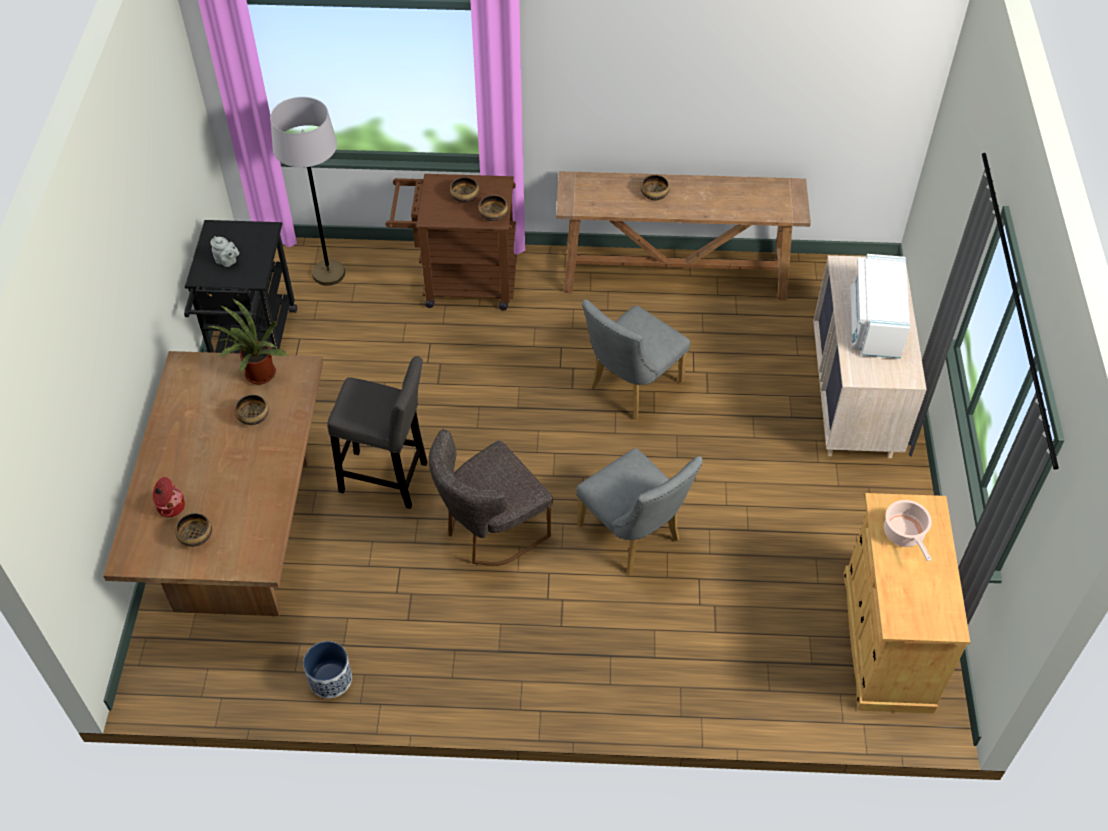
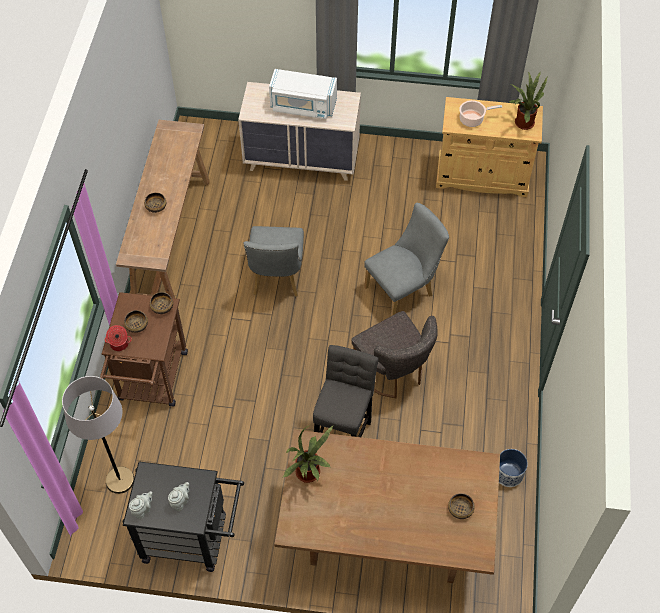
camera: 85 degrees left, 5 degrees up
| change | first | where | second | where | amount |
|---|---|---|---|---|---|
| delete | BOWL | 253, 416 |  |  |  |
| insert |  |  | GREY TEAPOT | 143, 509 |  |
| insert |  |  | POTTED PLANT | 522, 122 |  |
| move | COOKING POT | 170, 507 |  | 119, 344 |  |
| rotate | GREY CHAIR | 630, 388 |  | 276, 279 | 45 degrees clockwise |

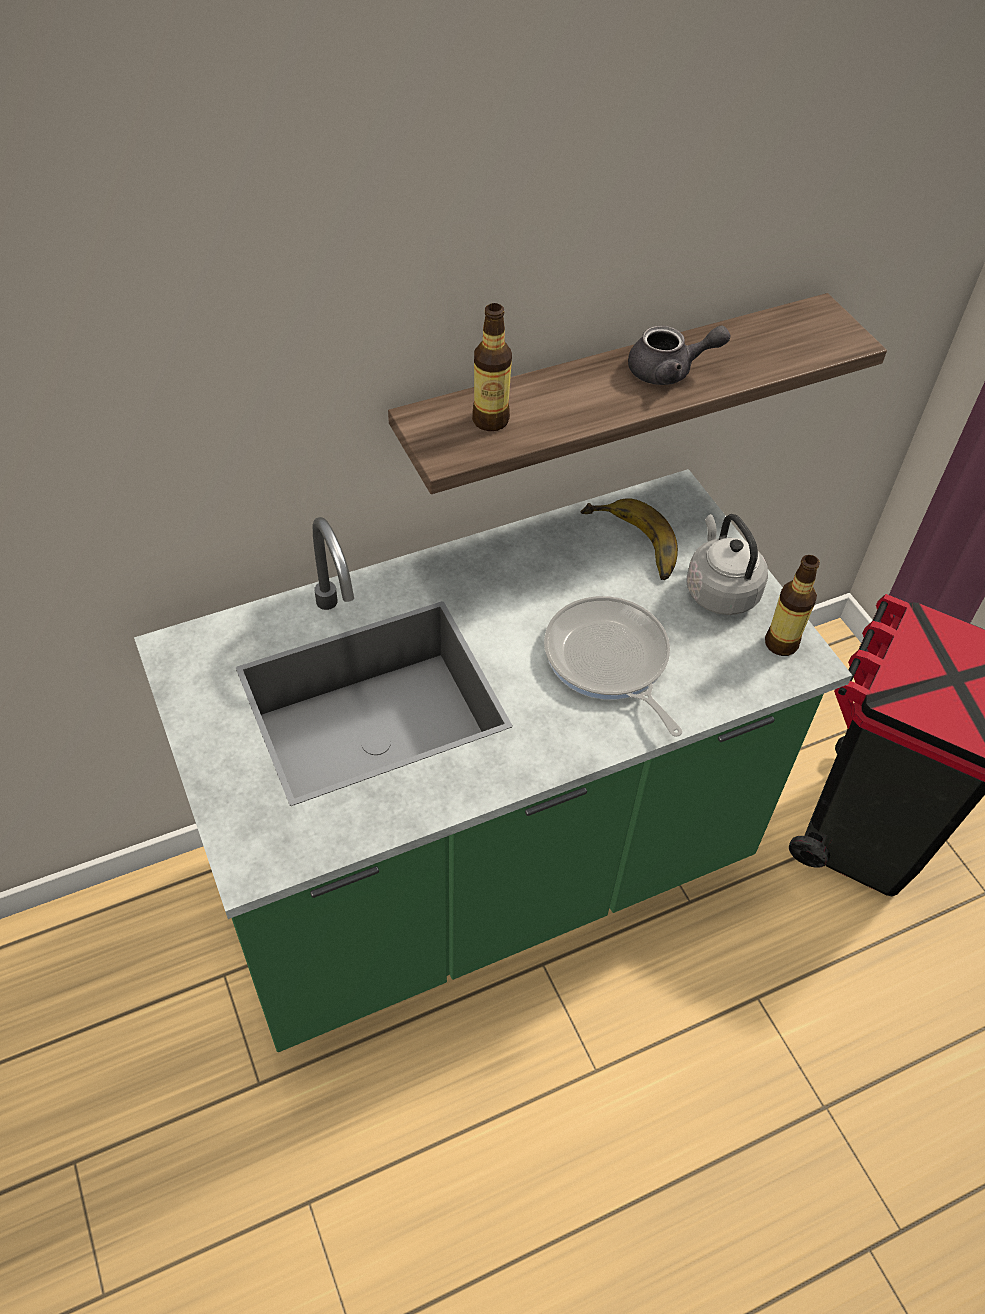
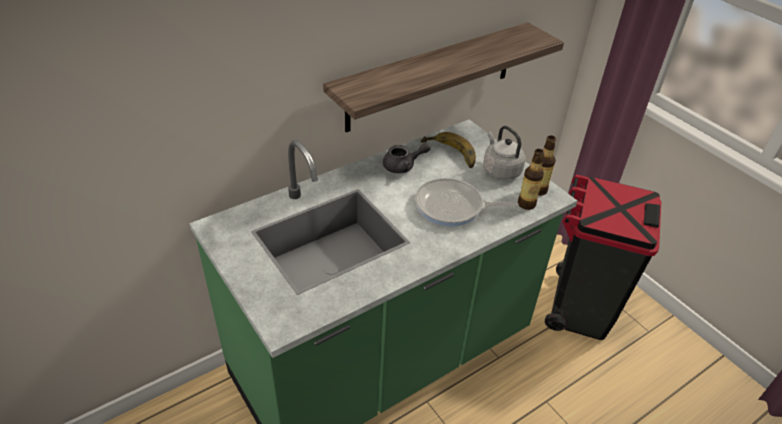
camera: 10 degrees left, 10 degrees down
| change | first | where | second | where | amount |
|---|---|---|---|---|---|
| move | BOTTLE | 490, 420 |  | 526, 204 |  |
| move | GREY TEAPOT | 669, 371 |  | 403, 166 |  |
| rotate | FRYING PAN | 609, 661 |  | 453, 207 | 45 degrees counterclockwise |

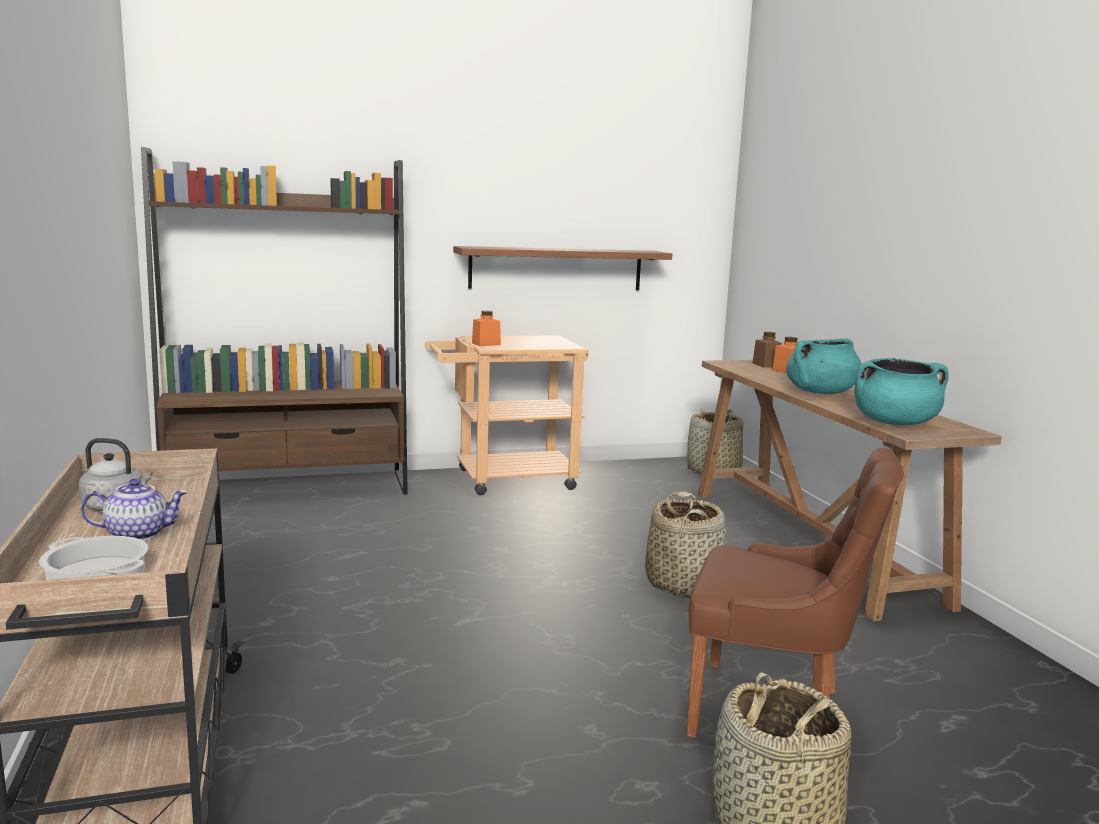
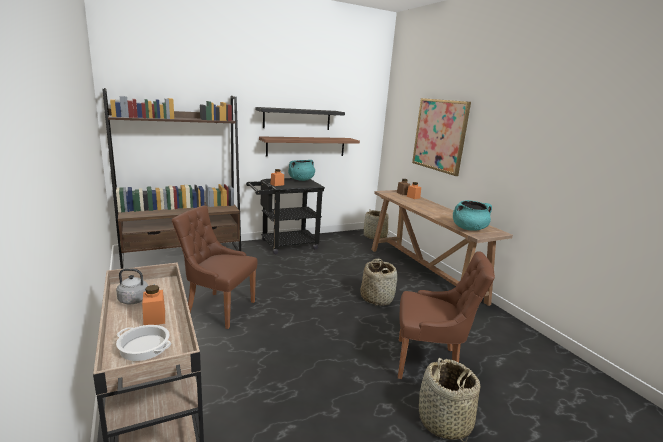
camera: 10 degrees left, 5 degrees up
| change | first | where | second | where | amount |
|---|---|---|---|---|---|
| insert |  |  | BROWN CHAIR | 218, 309 |  |
| insert |  |  | BLACK SHELF | 297, 119 |  |
| insert |  |  | PICTURE | 439, 135 |  |
| move | TURQUOISE COOKING POT | 820, 392 |  | 301, 180 |  |
| replace | TEAPOT | 138, 534 | ORANGE JAR | 154, 318 |  |
| recolor | BEIGE CART | 504, 480 | BLACK CART | 284, 245 |  |

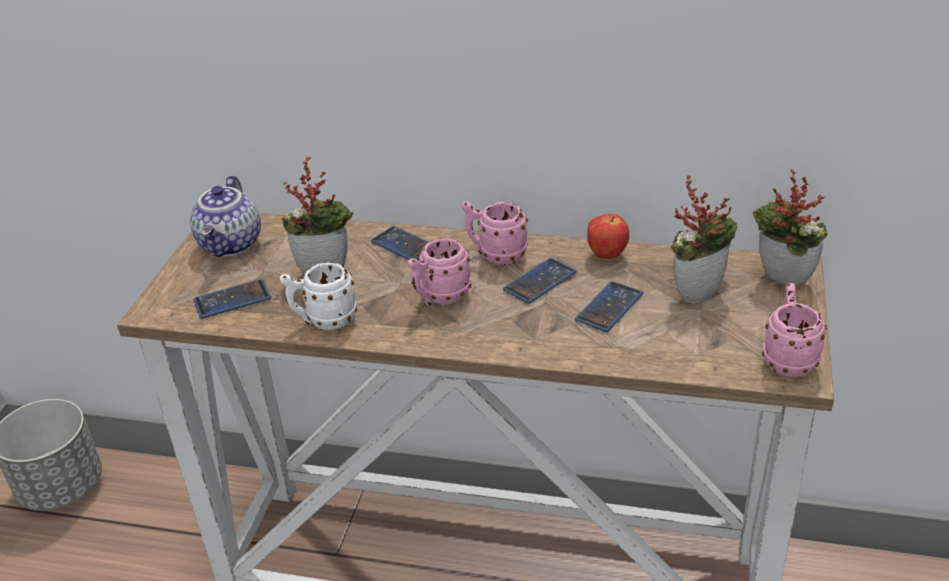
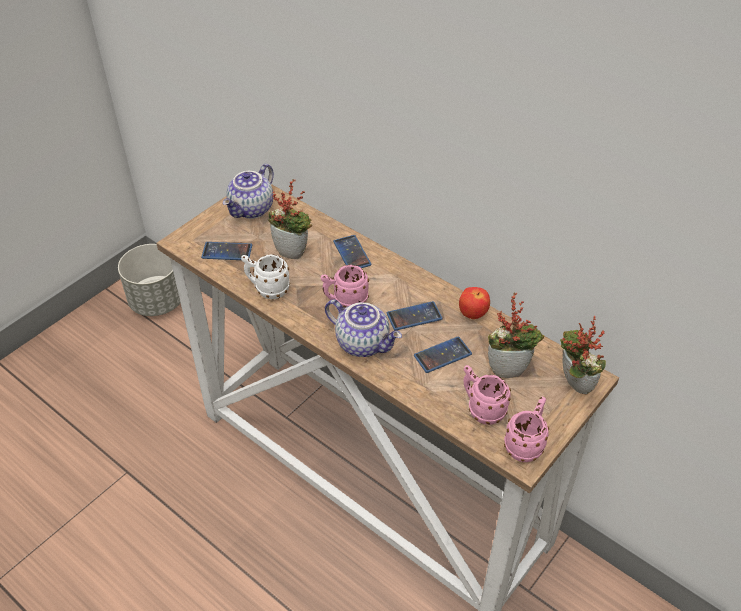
camera: 25 degrees right, 10 degrees up
| change | first | where | second | where | amount |
|---|---|---|---|---|---|
| insert |  |  | TEAPOT | 363, 343 |  |
| move | PINK MUG | 495, 255 |  | 481, 409 |  |

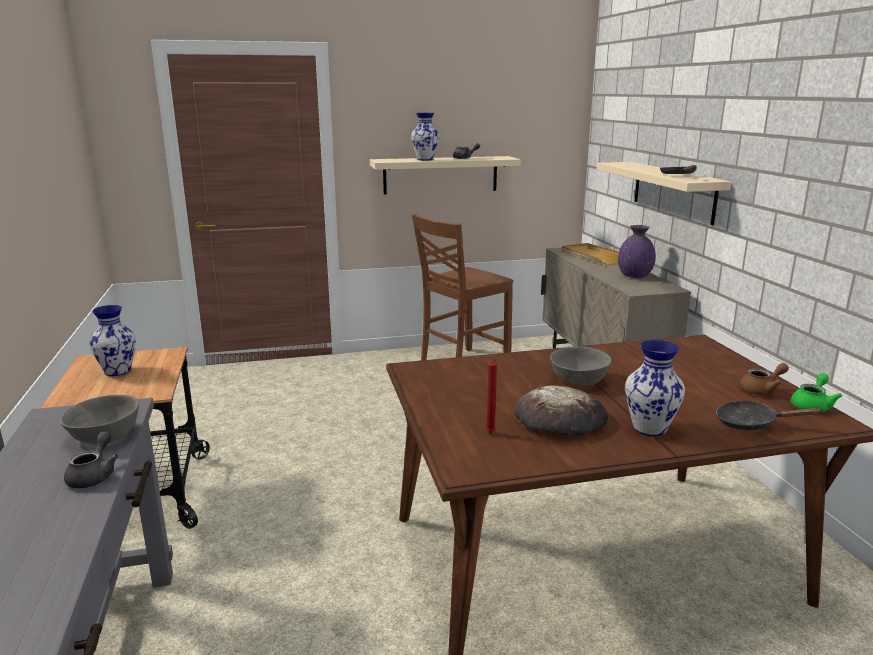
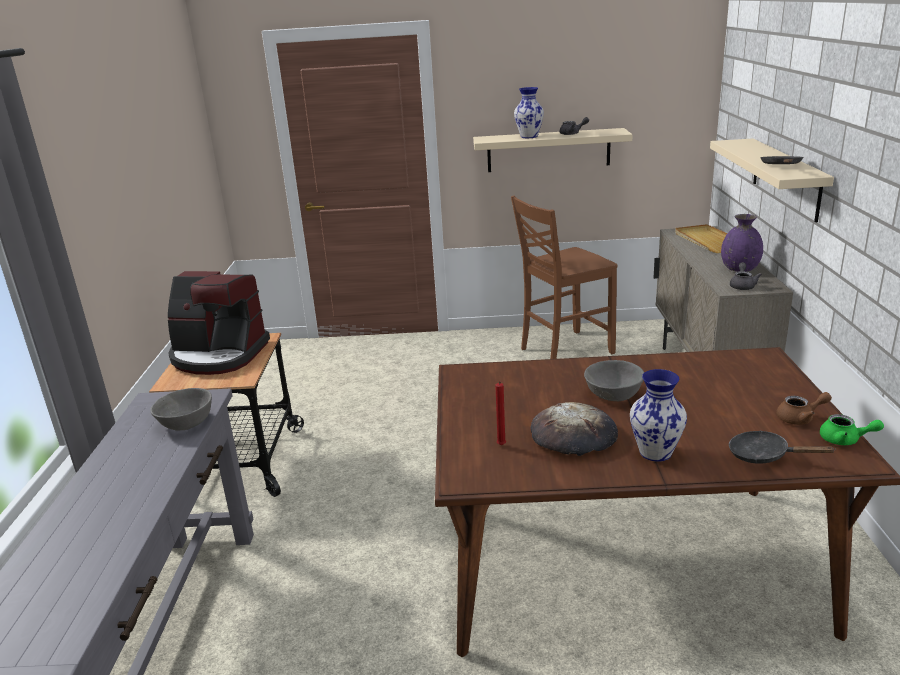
camera: 15 degrees right, 5 degrees up
| change | first | where | second | where | amount |
|---|---|---|---|---|---|
| move | GREY TEAPOT | 94, 475 |  | 742, 285 |  |
| replace | VASE | 118, 371 | COFFEE MACHINE | 219, 355 |  |
| rotate | GREEN TEAPOT | 812, 405 |  | 845, 440 | 60 degrees clockwise |

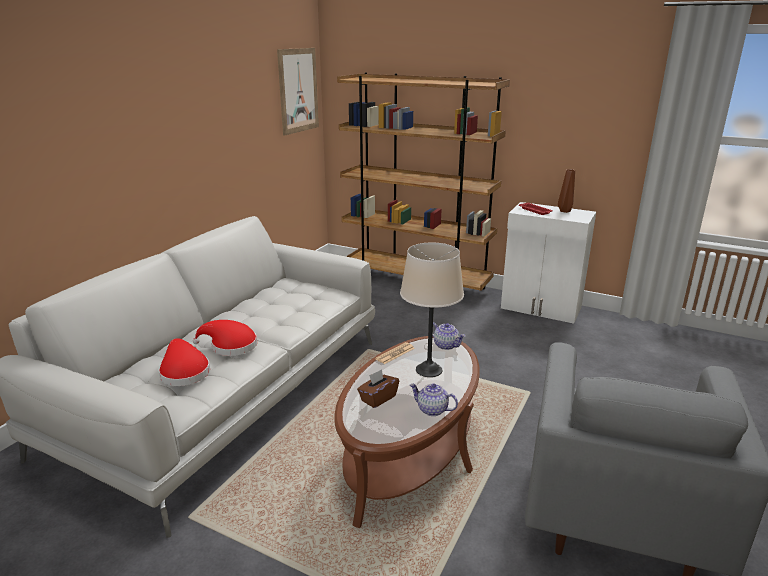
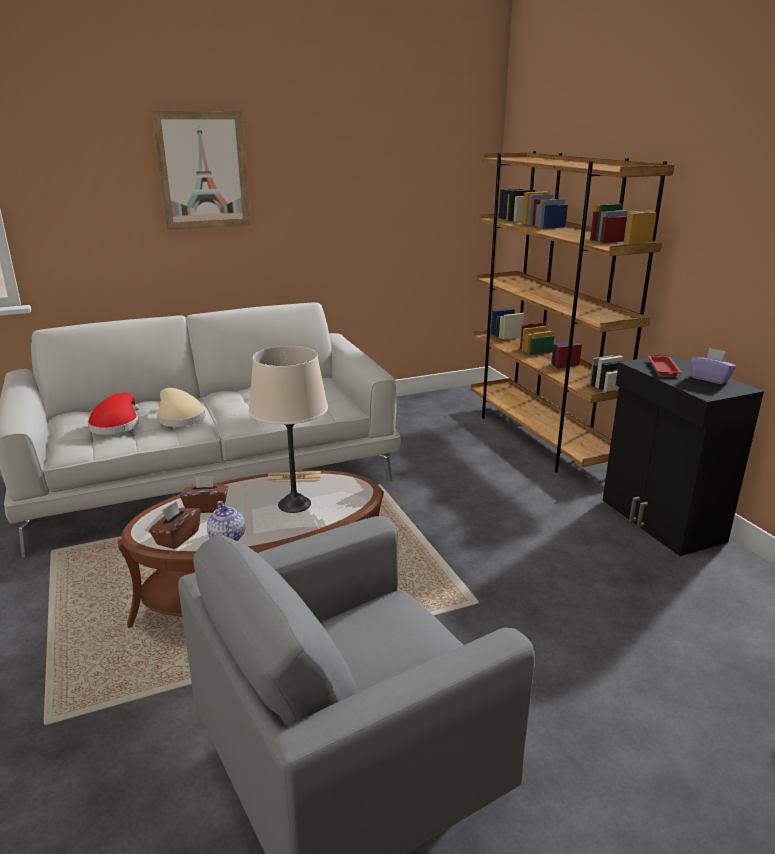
camera: 40 degrees right, 0 degrees up
| change | first | where | second | where | amount |
|---|---|---|---|---|---|
| delete | TEAPOT | 446, 345 |  |  |  |
| insert |  |  | BROWN TISSUE BOX | 177, 537 |  |
| move | PICTURE | 298, 90 |  | 203, 171 |  |
| replace | BROWN VASE | 564, 211 | PURPLE TISSUE BOX | 710, 378 |  |
| recolor | RED HAT | 230, 346 | BEIGE HAT | 179, 418 |  |
| recolor | WHITE CABINET | 541, 308 | BLACK CABINET | 661, 521 |  |

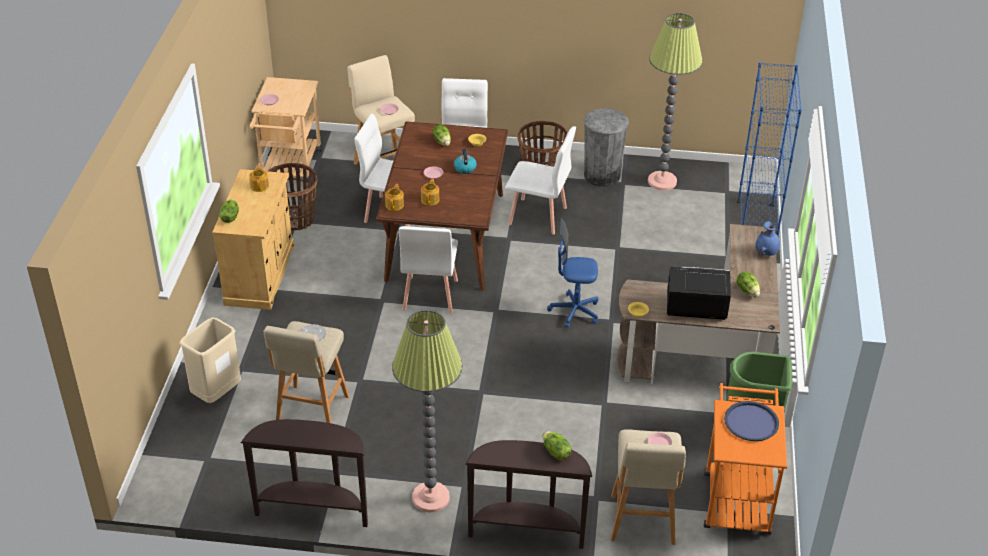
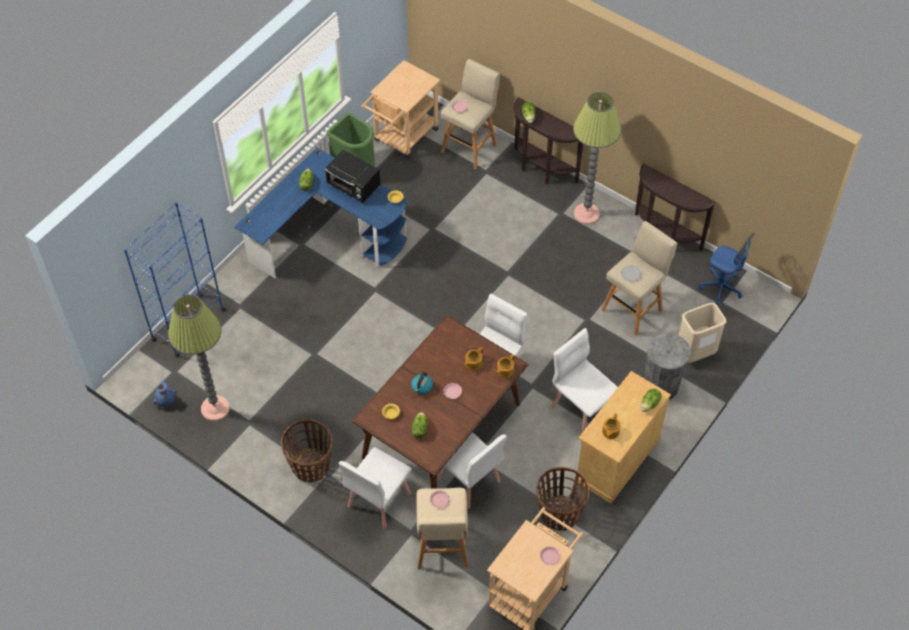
camera: 150 degrees left, 15 degrees up
| change | first | where | second | where | amount |
|---|---|---|---|---|---|
| delete | BLUE TRAY | 751, 422 |  |  |  |
| move | WHITE CHAIR | 538, 216 |  | 582, 408 |  |
| move | BLUE OFFICE CHAIR | 574, 312 |  | 721, 287 |  |
| move | GREY TRASH CAN | 602, 175 |  | 660, 385 |  |
| move | BLUE VASE | 766, 253 |  | 165, 401 |  |
| recolor | BROWN DESK | 709, 350 | BLUE DESK | 328, 236 |  |
| recolor | ORANGE CART | 736, 496 | BEIGE CART | 402, 138 |  |

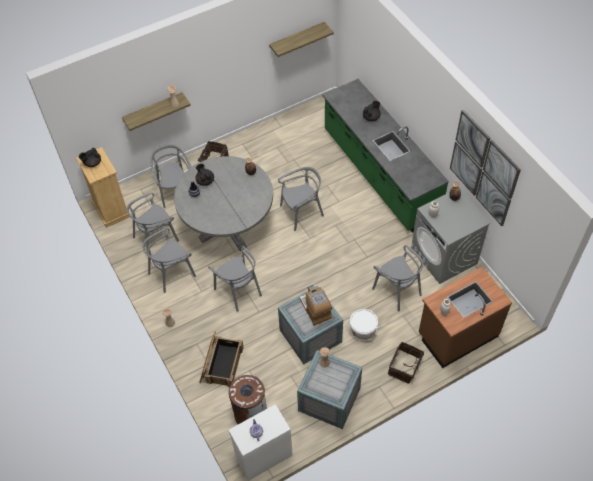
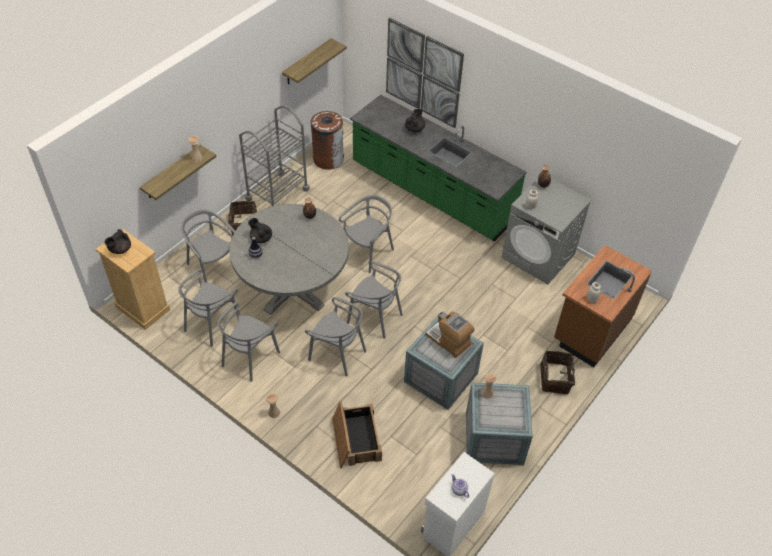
camera: 25 degrees left, 5 degrees down
| change | first | where | second | where | amount |
|---|---|---|---|---|---|
| delete | WHITE BUCKET | 362, 331 |  |  |  |
| insert |  |  | GREY CART | 277, 194 |  |
| move | BROWN TRASH CAN | 250, 413 |  | 328, 159 |  |
| move | GREY CHAIR | 397, 290 |  | 375, 317 |  |
| move | PICTURE | 483, 168 |  | 423, 73 |  |

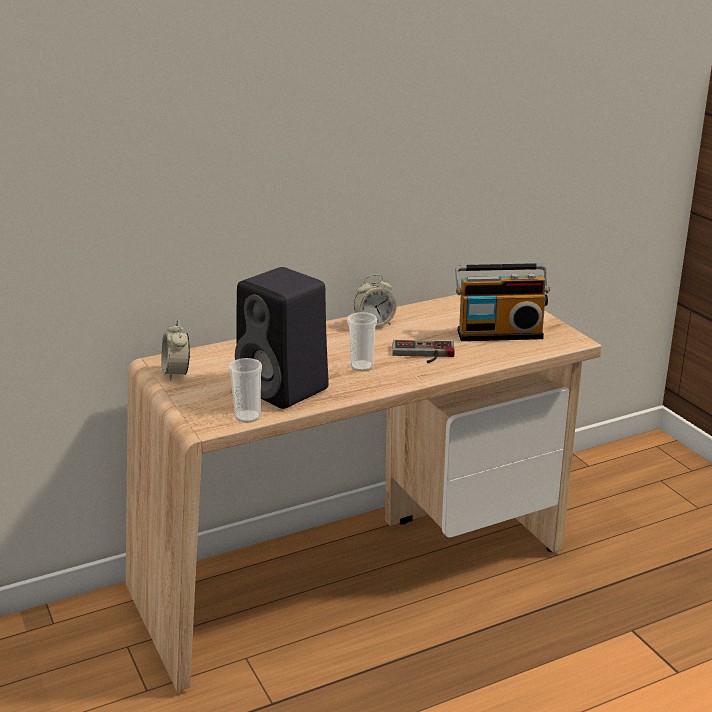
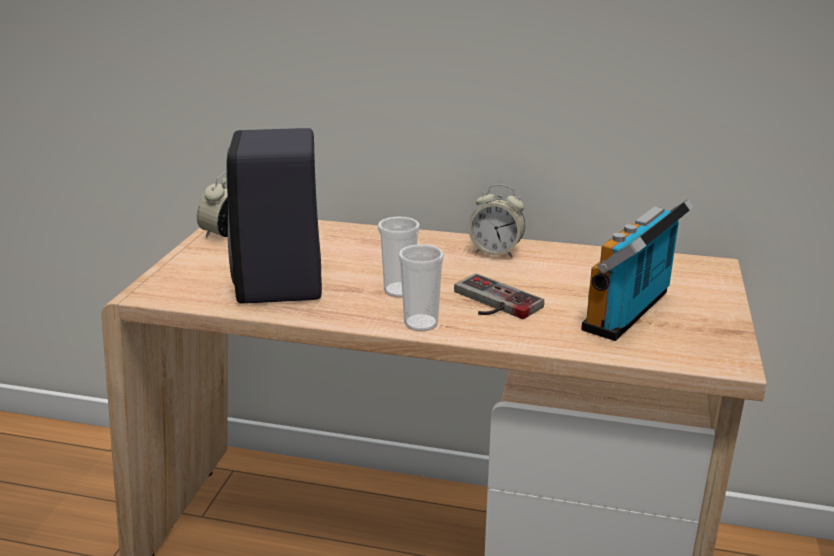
camera: 40 degrees right, 0 degrees up
| change | first | where | second | where | amount |
|---|---|---|---|---|---|
| move | CUP | 247, 417 |  | 421, 323 |  |
| rotate | RADIO | 499, 333 |  | 632, 313 | 90 degrees clockwise |

